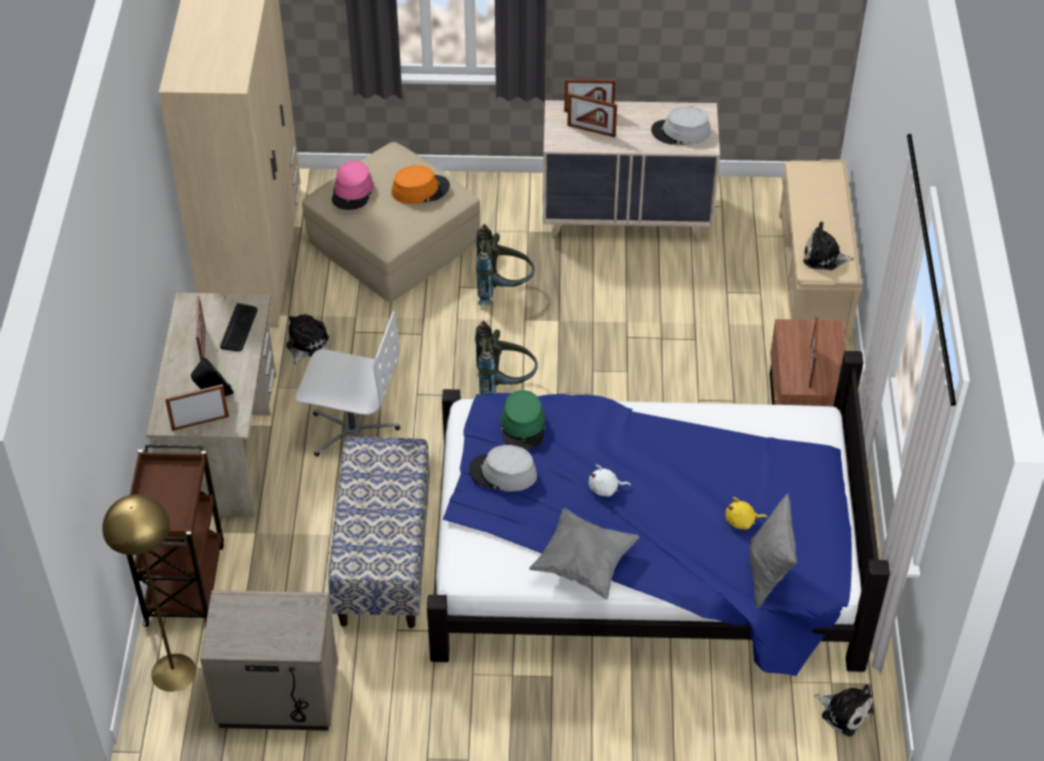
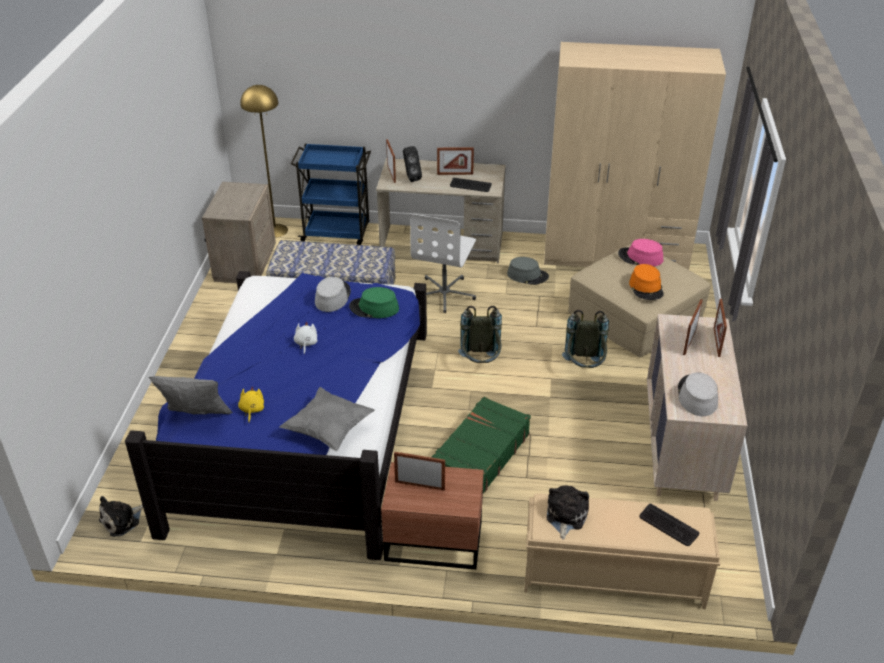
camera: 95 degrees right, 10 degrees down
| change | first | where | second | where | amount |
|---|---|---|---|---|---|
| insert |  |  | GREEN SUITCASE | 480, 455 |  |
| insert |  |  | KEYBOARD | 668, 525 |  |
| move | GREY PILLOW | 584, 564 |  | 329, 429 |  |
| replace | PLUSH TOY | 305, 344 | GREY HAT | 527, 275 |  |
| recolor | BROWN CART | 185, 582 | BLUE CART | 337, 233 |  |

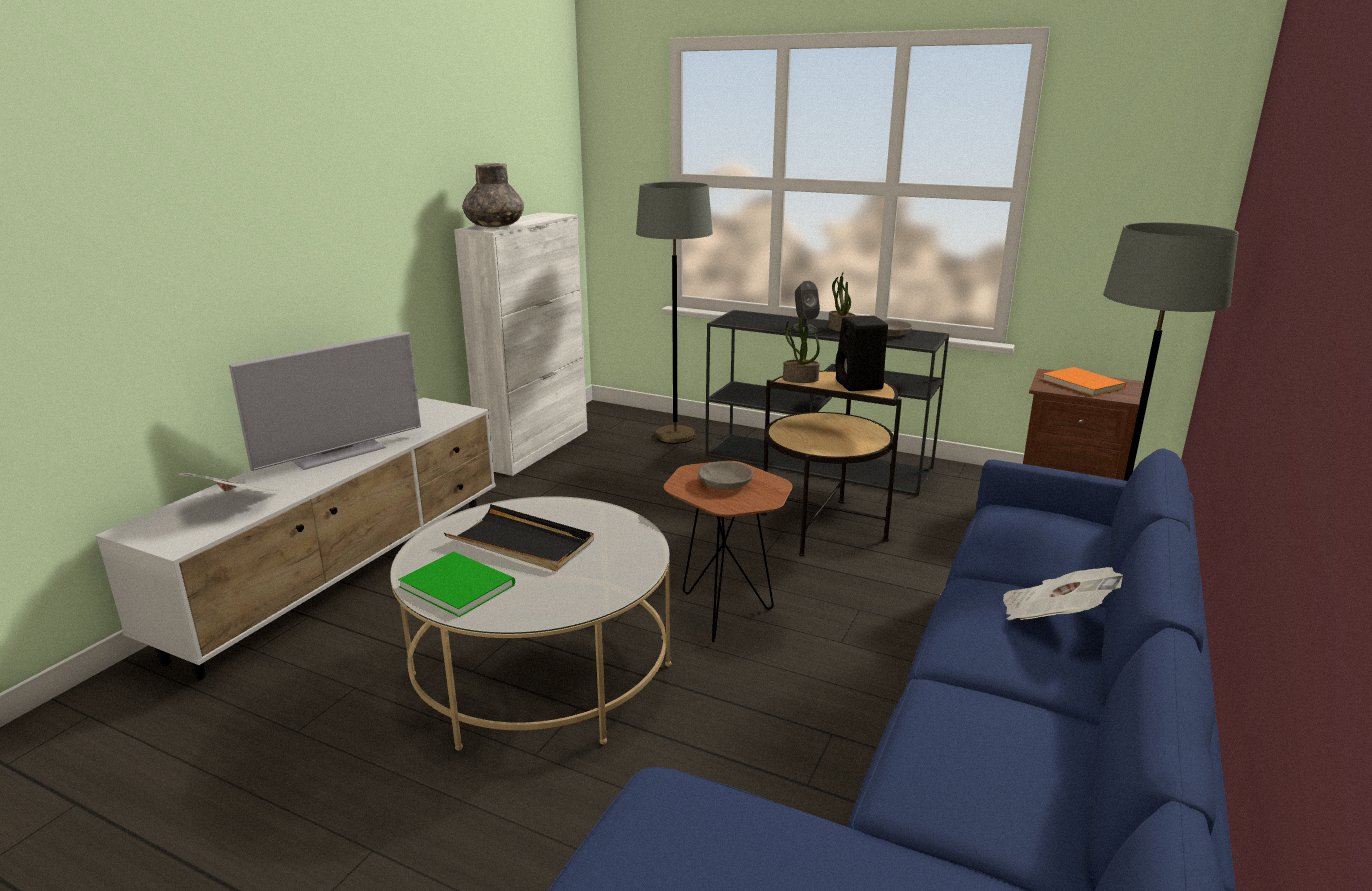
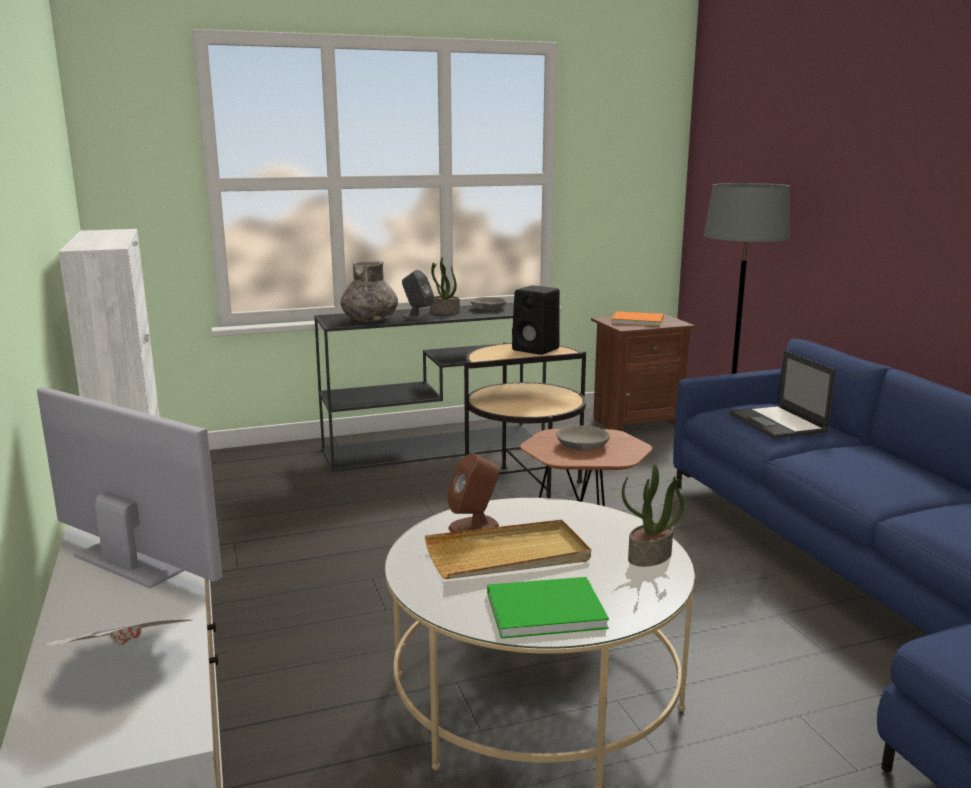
camera: 45 degrees left, 5 degrees down
| change | first | where | second | where | amount |
|---|---|---|---|---|---|
| delete | GREY FLOOR LAMP | 675, 436 |  |  |  |
| delete | NEWSPAPER | 1053, 618 |  |  |  |
| insert |  |  | BROWN SPEAKER | 474, 526 |  |
| insert |  |  | LAPTOP | 778, 423 |  |
| move | GREY VASE | 495, 226 |  | 370, 320 |  |
| move | POTTED PLANT | 800, 379 |  | 650, 557 |  |
| recolor | BLACK TRAY | 521, 543 | BEIGE TRAY | 508, 556 |  |
| rotate | TELEVISION | 339, 454 |  | 129, 562 | 60 degrees counterclockwise |

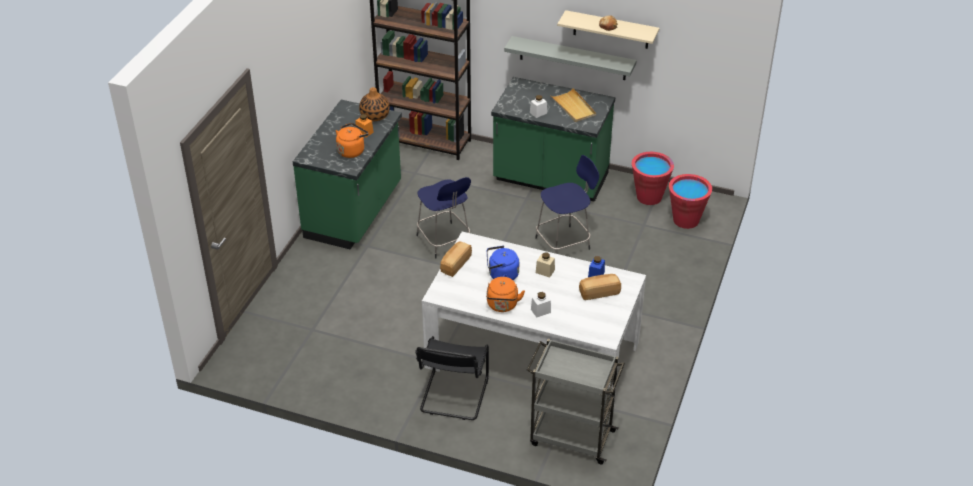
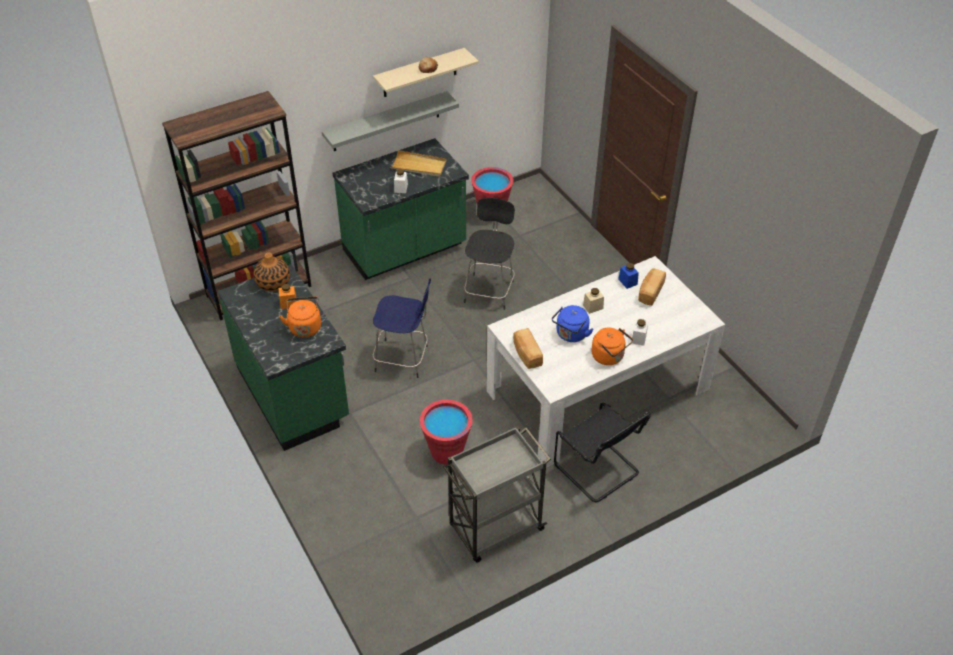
camera: 50 degrees left, 5 degrees up
| change | first | where | second | where | amount |
|---|---|---|---|---|---|
| move | GREY CART | 570, 437 |  | 495, 529 |  |
| move | RED BUCKET | 686, 220 |  | 447, 452 |  |
| recolor | BLUE STOOL | 564, 243 | BLACK STOOL | 489, 290 |  |

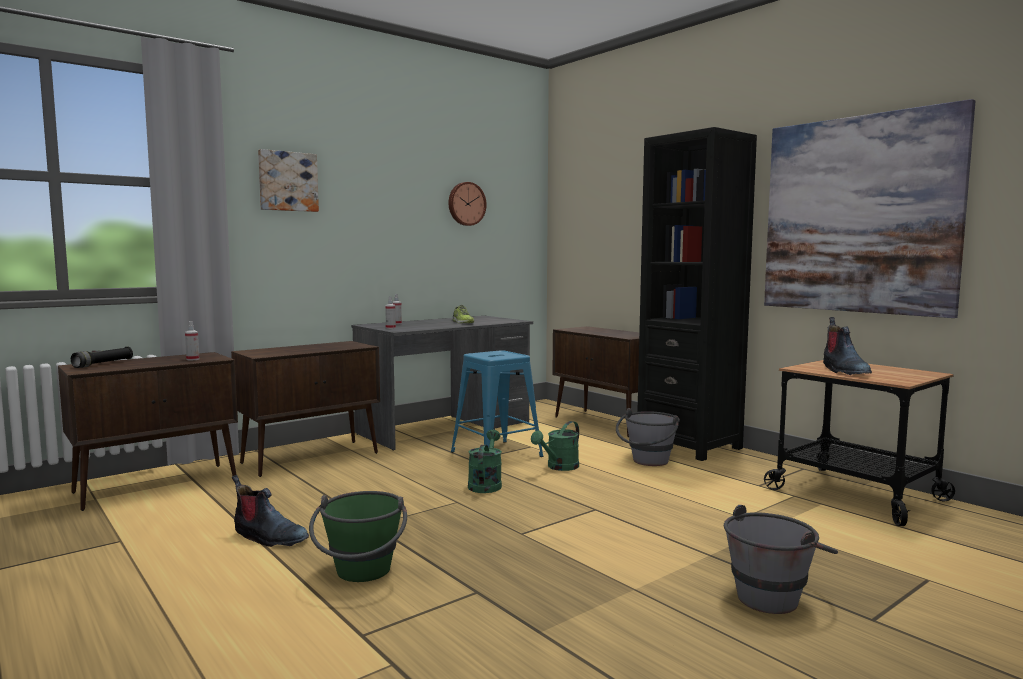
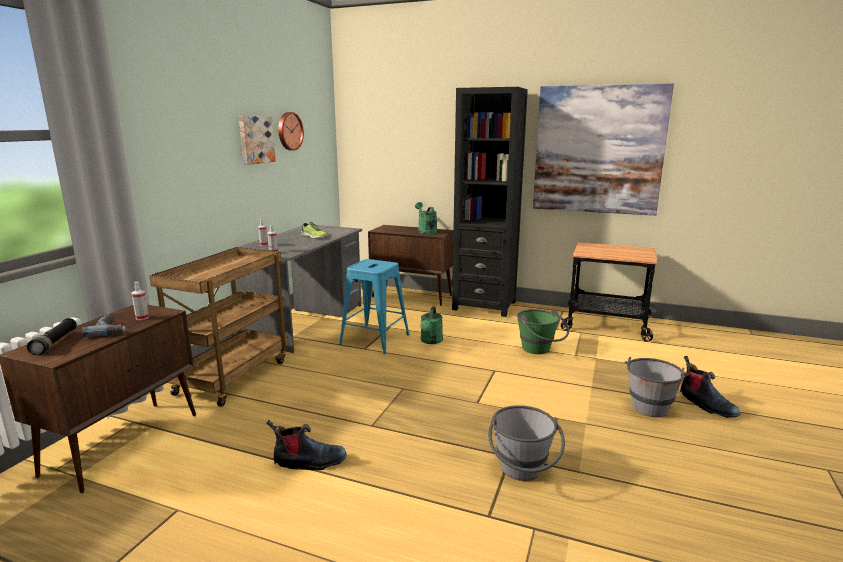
camera: 30 degrees left, 10 degrees up
| change | first | where | second | where | amount |
|---|---|---|---|---|---|
| insert |  |  | POWER DRILL | 110, 329 |  |
| move | PICTURE | 287, 181 |  | 255, 139 |  |
| move | GREEN BUCKET | 361, 575 |  | 540, 350 |  |
| move | GREEN WATERING CAN | 485, 484 |  | 425, 231 |  |
| move | GREY BUCKET | 647, 463 |  | 522, 473 |  |
| move | BOOT | 843, 371 |  | 706, 405 |  |
| replace | BROWN CABINET | 312, 458 | BROWN CART | 233, 376 |  |

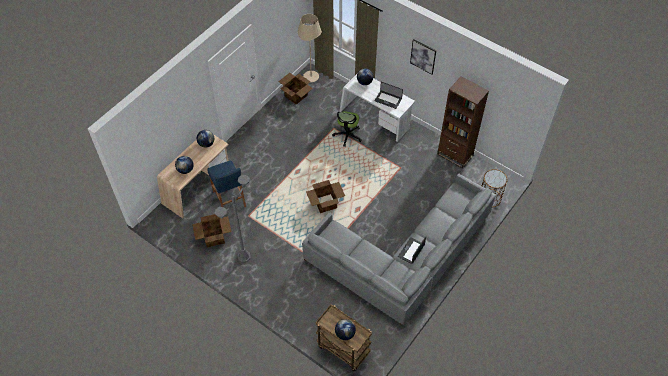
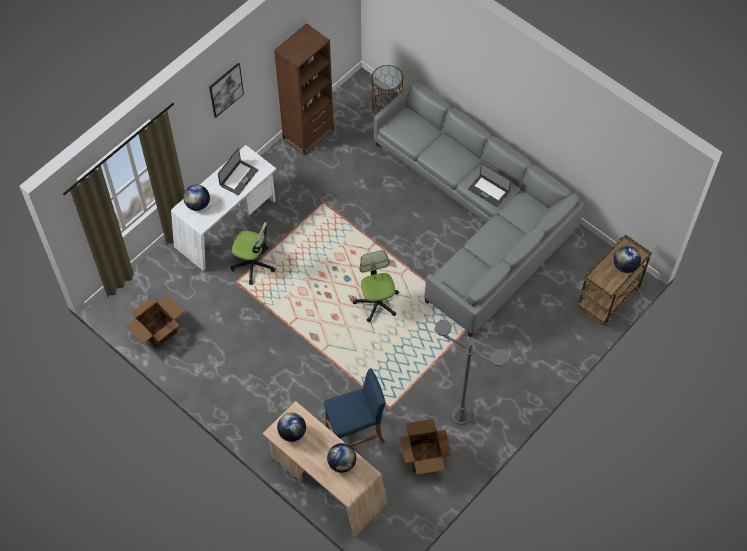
camera: 85 degrees left, 5 degrees up
| change | first | where | second | where | amount |
|---|---|---|---|---|---|
| delete | BEIGE FLOOR LAMP | 311, 77 |  |  |  |
| replace | CARDBOARD BOX | 326, 203 | OFFICE CHAIR | 377, 303 |  |

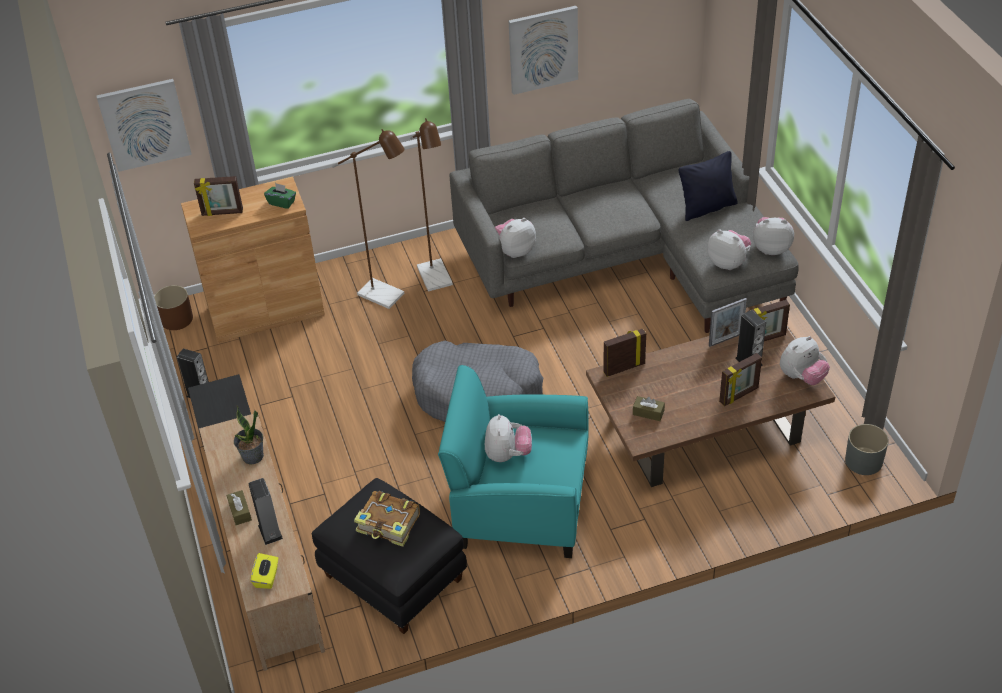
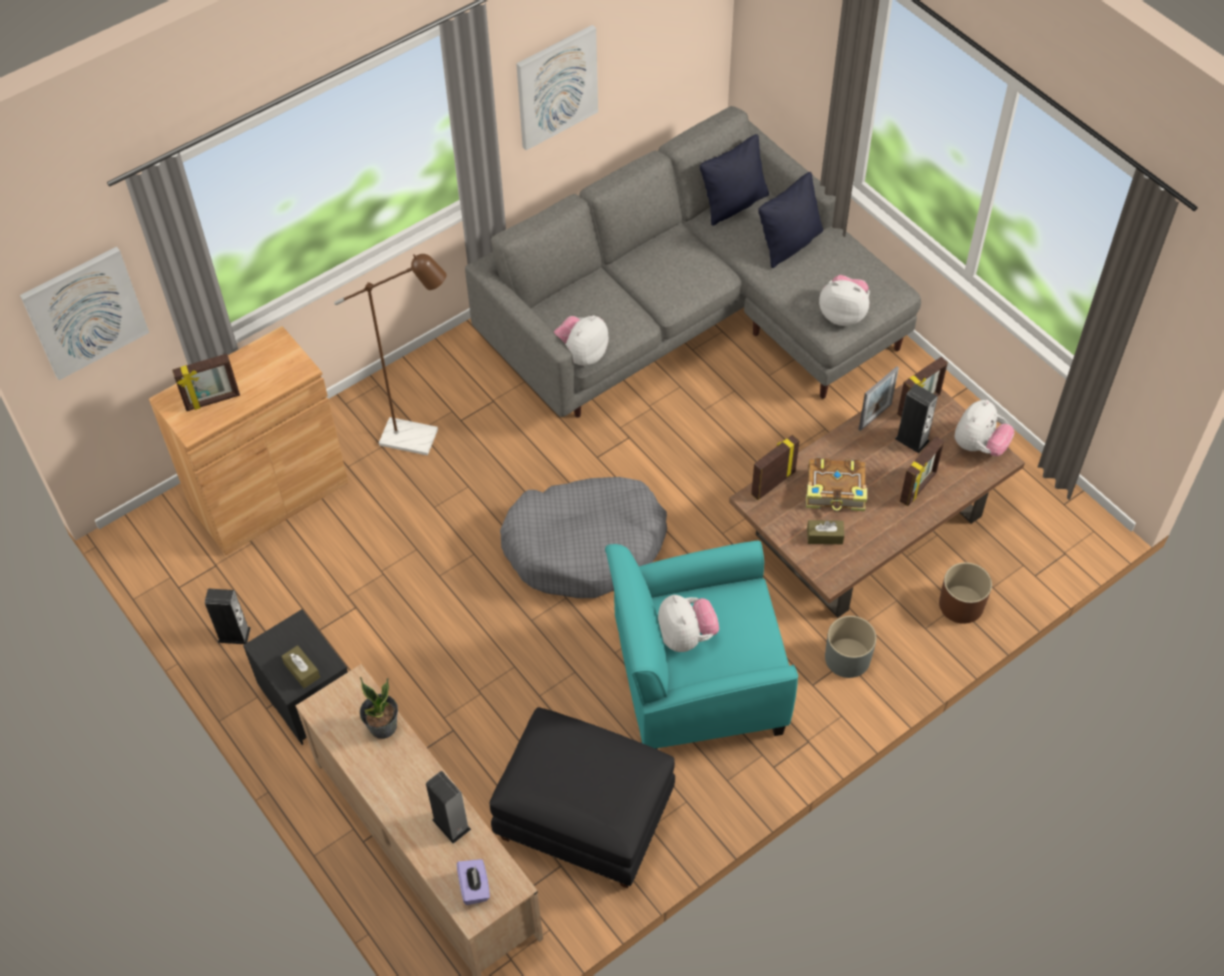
camera: 20 degrees left, 10 degrees up
| change | first | where | second | where | amount |
|---|---|---|---|---|---|
| delete | GREEN TISSUE BOX | 282, 202 |  |  |  |
| delete | BROWN FLOOR LAMP | 437, 281 |  |  |  |
| delete | PLUSH TOY | 771, 248 |  |  |  |
| insert |  |  | BLACK PILLOW | 734, 204 |  |
| move | BROWN PLANTER | 176, 319 |  | 961, 605 |  |
| move | BROWN TISSUE BOX | 240, 511 |  | 302, 670 |  |
| move | BOOK | 389, 525 |  | 836, 491 |  |
| move | GREY PLANTER | 864, 461 |  | 848, 658 |  |
| recolor | YELLOW TISSUE BOX | 267, 577 | PURPLE TISSUE BOX | 474, 887 |  |

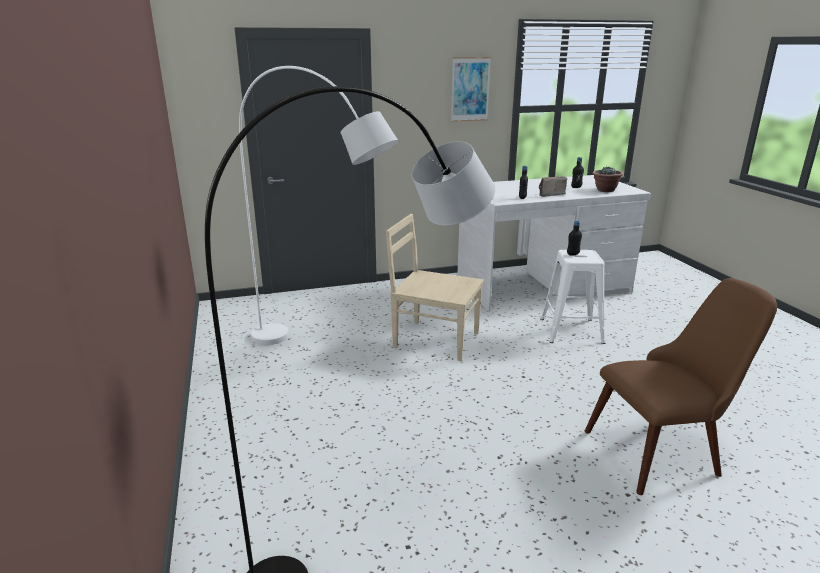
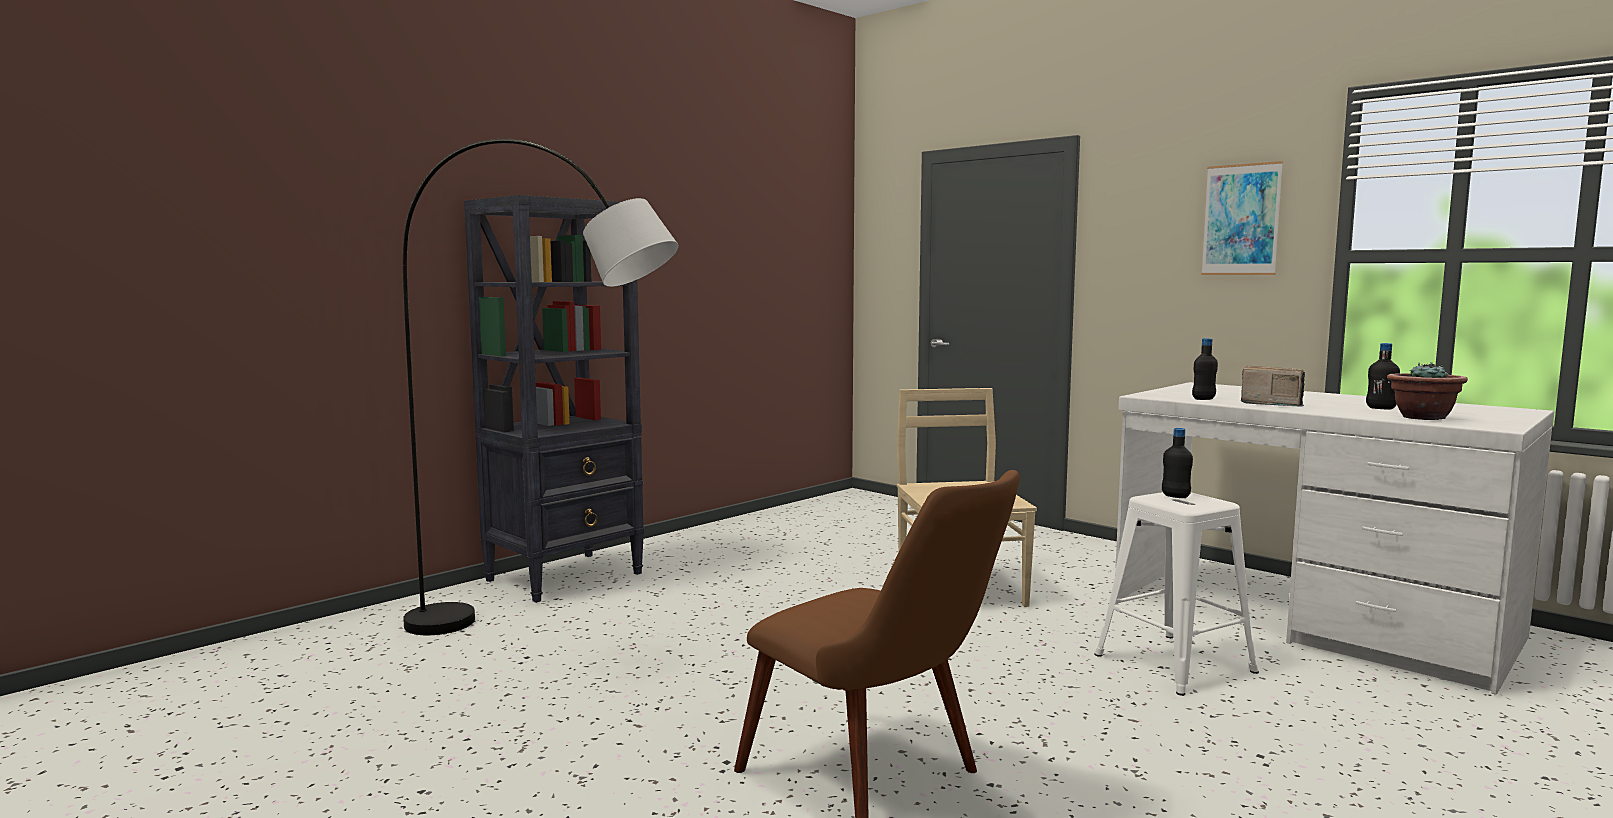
camera: 60 degrees right, 15 degrees down
| change | first | where | second | where | amount |
|---|---|---|---|---|---|
| delete | WHITE FLOOR LAMP | 325, 352 |  |  |  |
| insert |  |  | BLACK BOOKCASE | 566, 576 |  |

